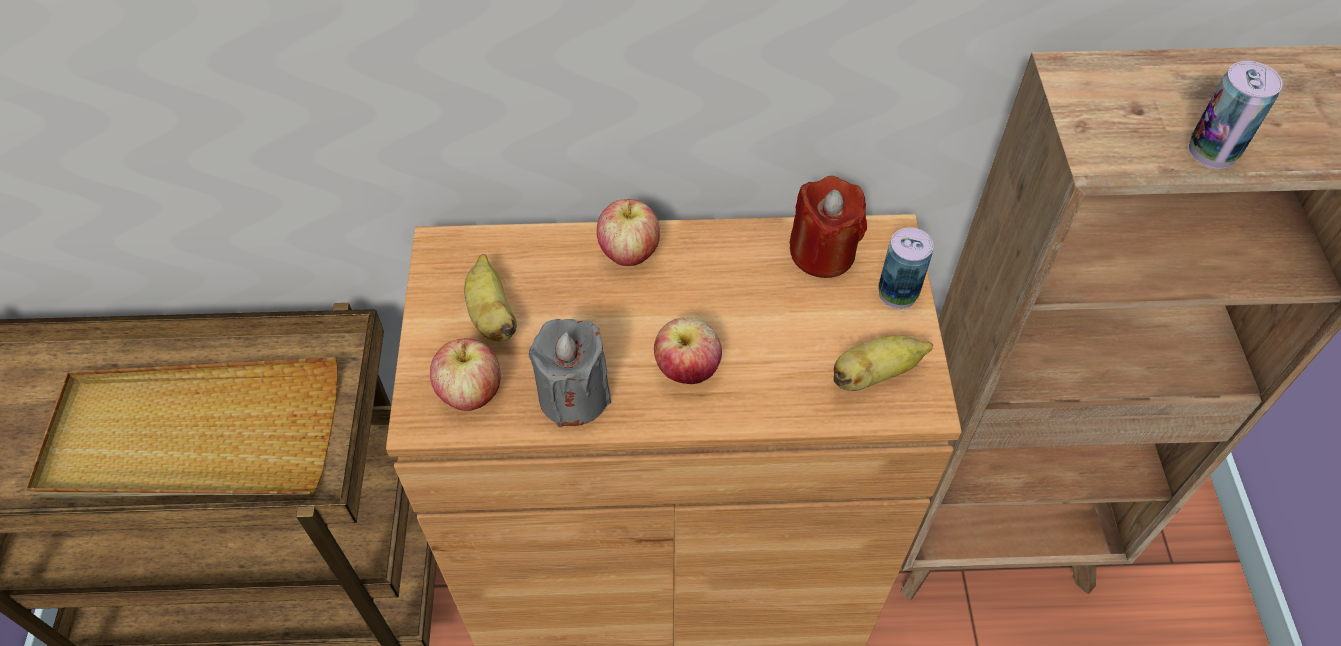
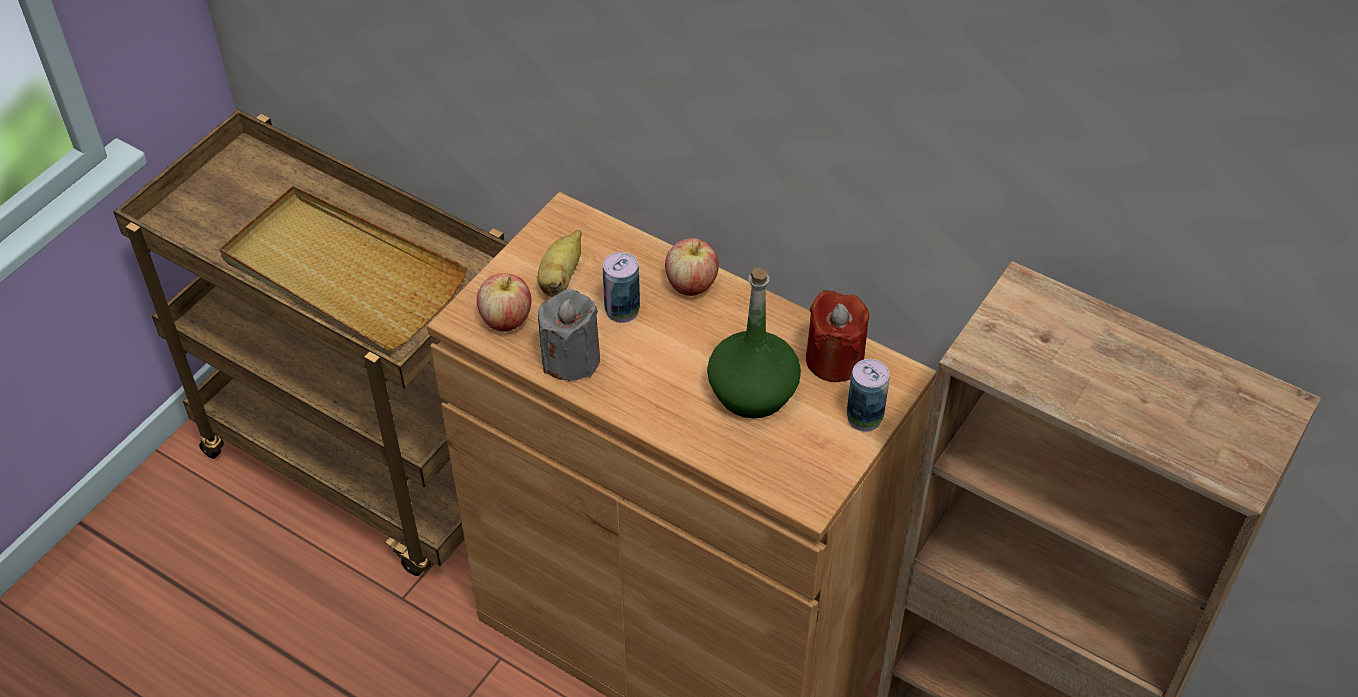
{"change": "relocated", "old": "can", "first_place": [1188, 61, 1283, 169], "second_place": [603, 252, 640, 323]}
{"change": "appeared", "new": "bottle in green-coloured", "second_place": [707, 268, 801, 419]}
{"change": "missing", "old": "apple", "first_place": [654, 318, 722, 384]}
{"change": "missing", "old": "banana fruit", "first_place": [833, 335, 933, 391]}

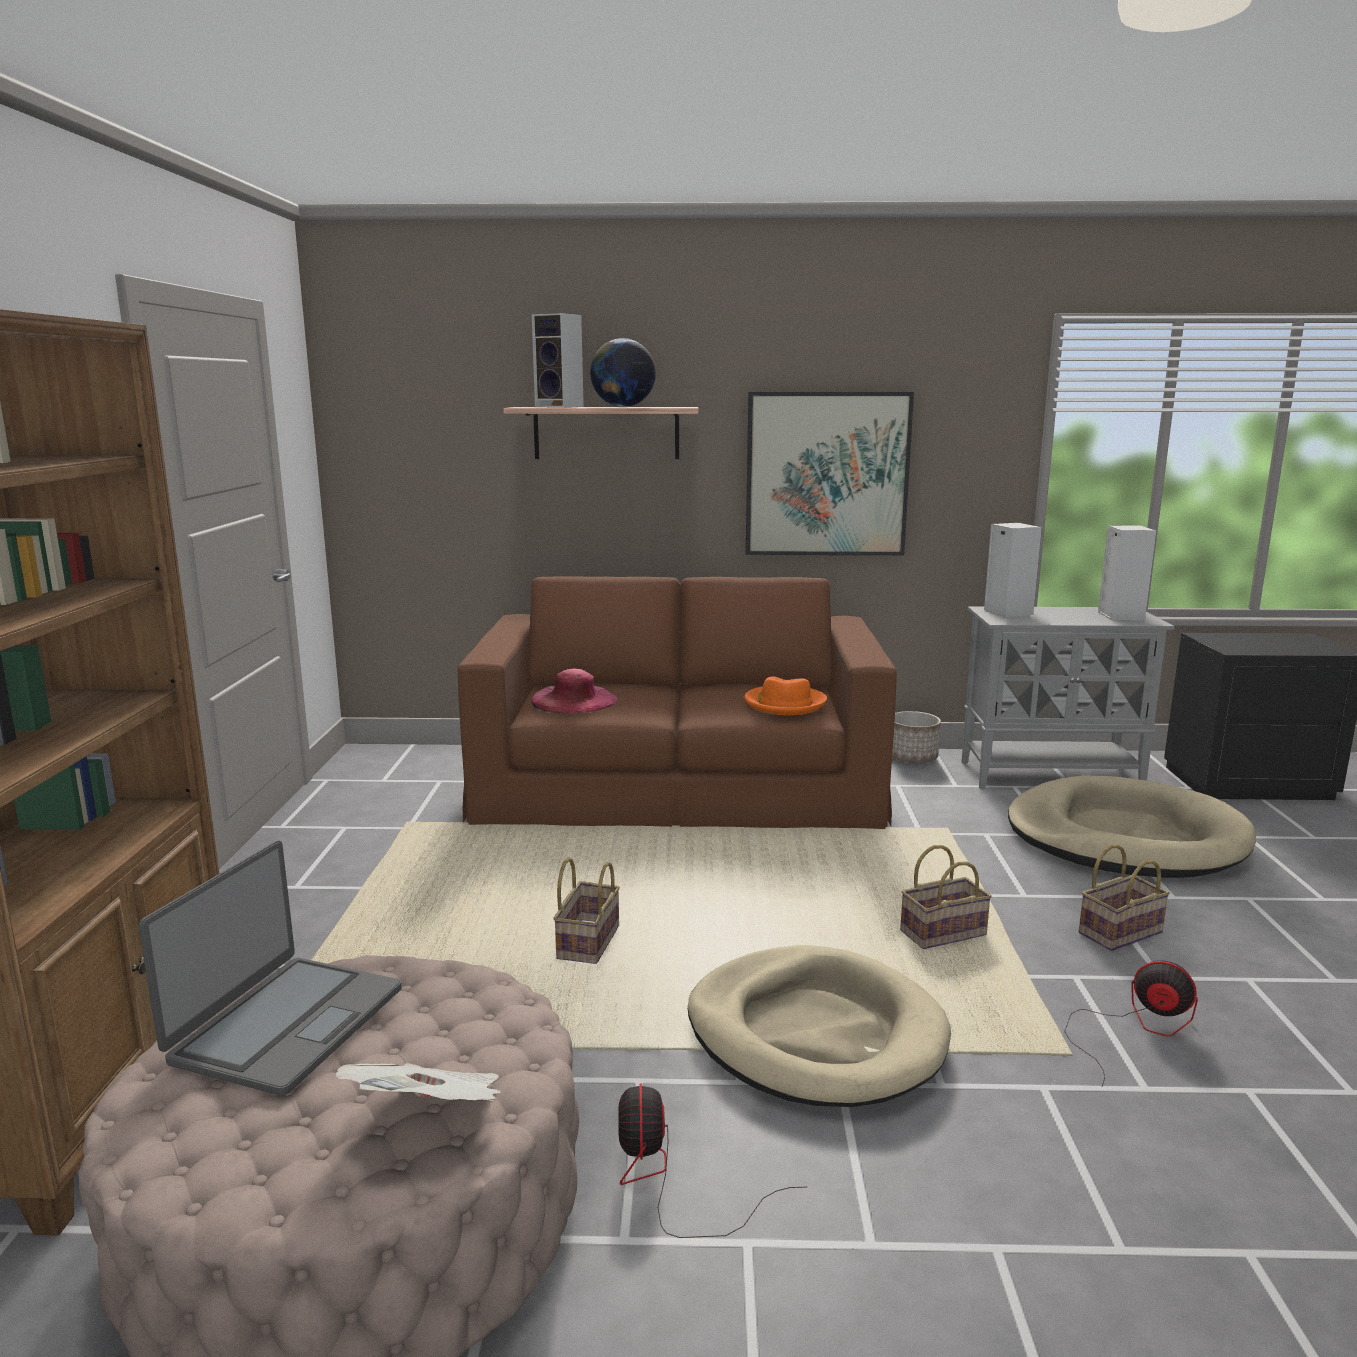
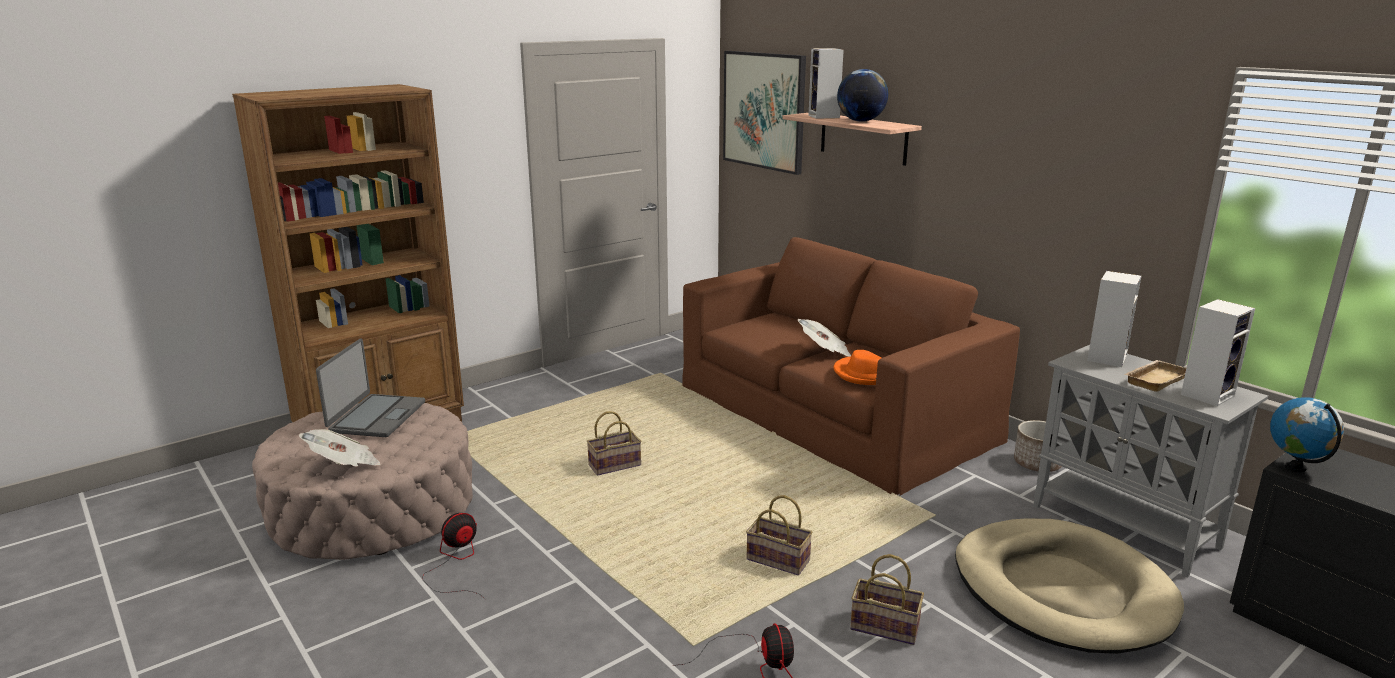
{"change": "spun", "old": "portable computer", "first_place": [139, 841, 402, 1096], "second_place": [316, 338, 425, 437], "degrees": -60}
{"change": "relocated", "old": "wall art", "first_place": [746, 392, 914, 555], "second_place": [723, 51, 806, 175]}
{"change": "appeared", "new": "newspaper", "second_place": [797, 319, 851, 357]}
{"change": "appeared", "new": "serving tray in beige-coloured", "second_place": [1125, 360, 1186, 392]}
{"change": "appeared", "new": "globe", "second_place": [1270, 397, 1344, 472]}
{"change": "missing", "old": "clothing hat in pinkish", "first_place": [531, 669, 617, 713]}
{"change": "missing", "old": "dog cushion in beige-coloured", "first_place": [688, 945, 951, 1107]}

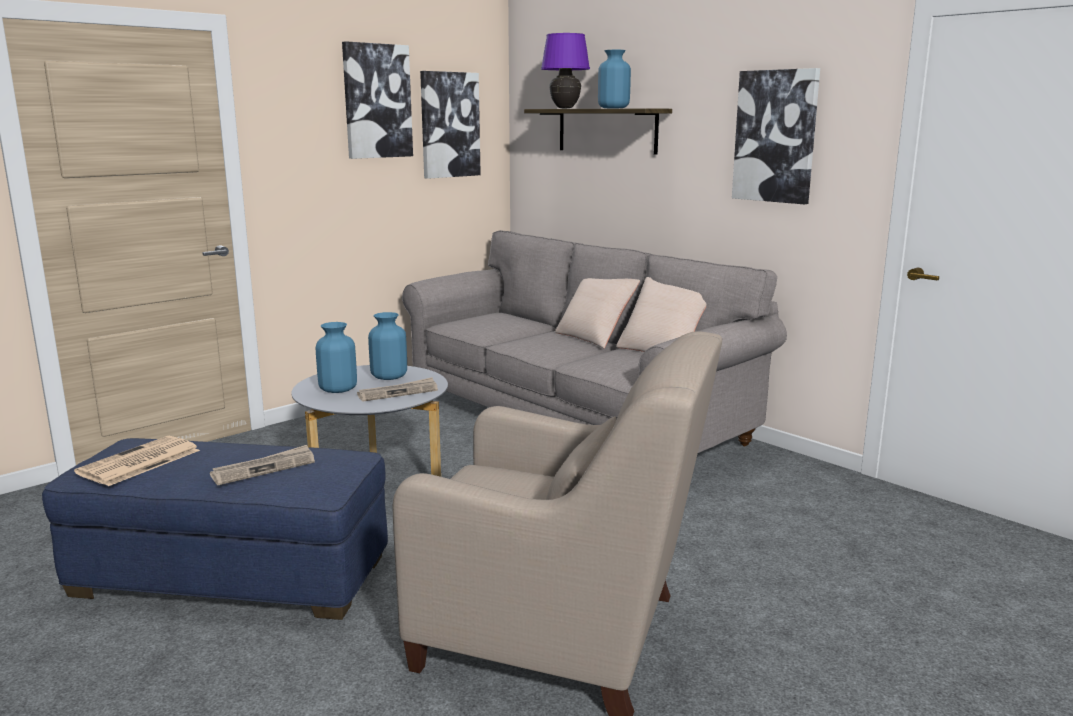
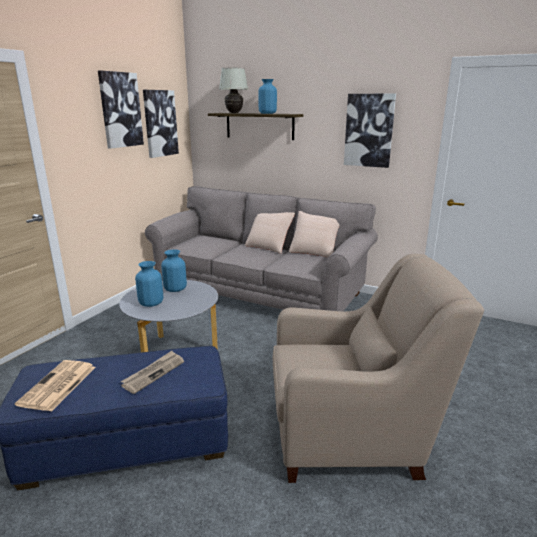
{"change": "colour", "old": "table lamp in purple-coloured", "new": "table lamp in white", "first_place": [541, 33, 590, 109], "second_place": [219, 68, 248, 113]}
{"change": "missing", "old": "newspaper", "first_place": [357, 377, 438, 402]}

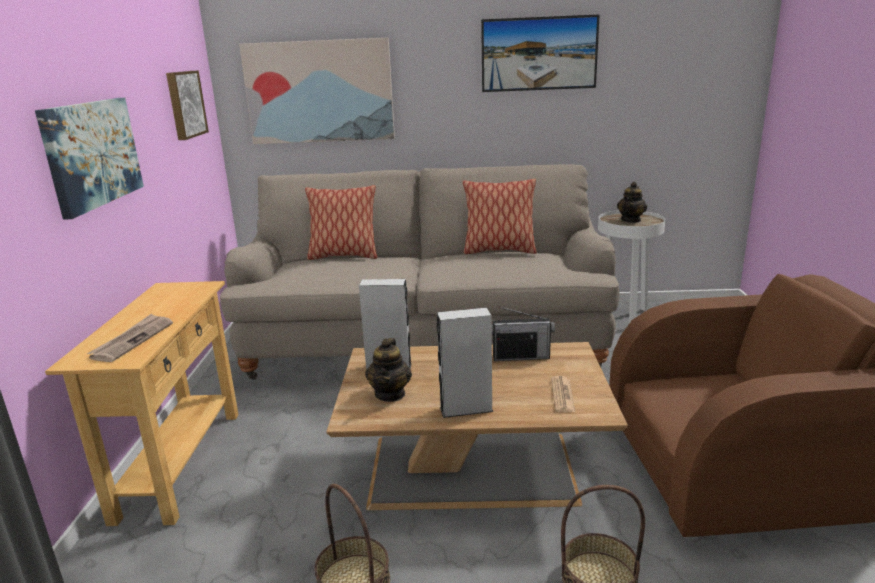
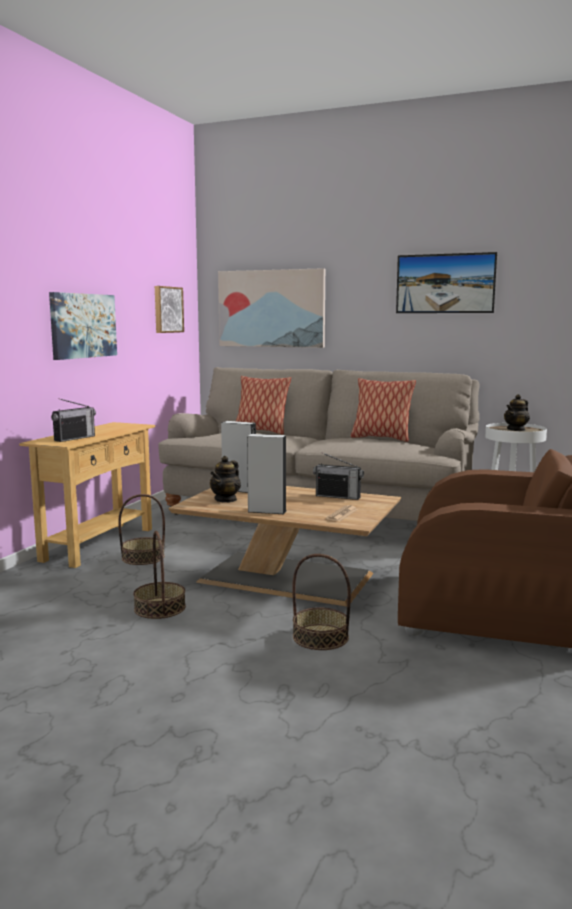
{"change": "exchanged", "old": "newspaper", "new": "radio set", "first_place": [87, 314, 173, 362], "second_place": [51, 398, 96, 442]}
{"change": "appeared", "new": "household basket", "second_place": [118, 494, 165, 565]}

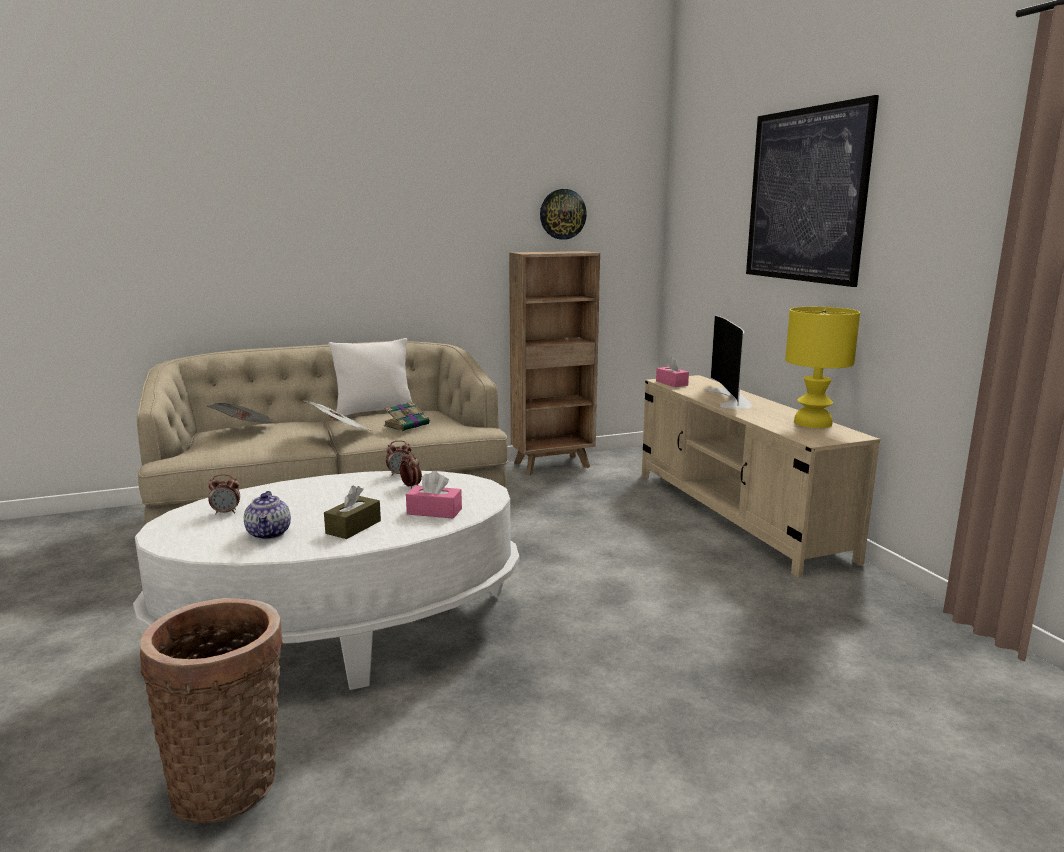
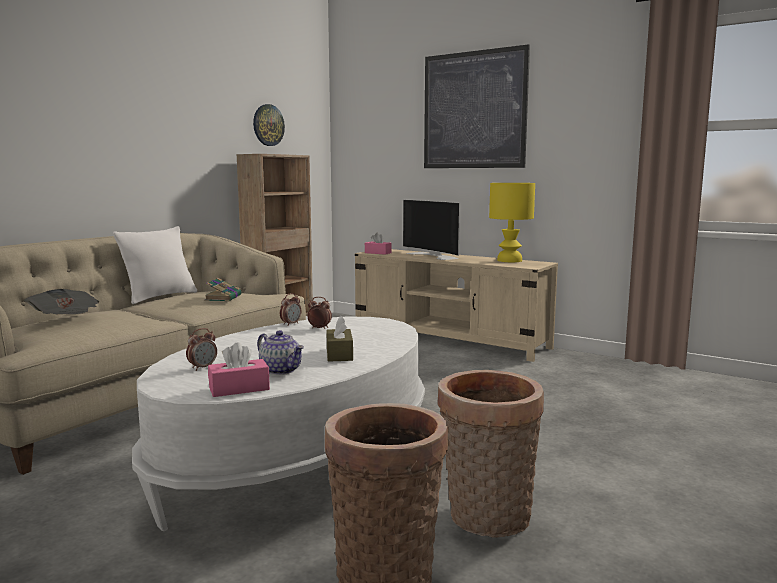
{"change": "relocated", "old": "tissue box in pinkish", "first_place": [406, 471, 462, 519], "second_place": [208, 342, 270, 397]}
{"change": "appeared", "new": "household basket", "second_place": [437, 370, 544, 538]}
{"change": "missing", "old": "newspaper", "first_place": [305, 401, 371, 430]}

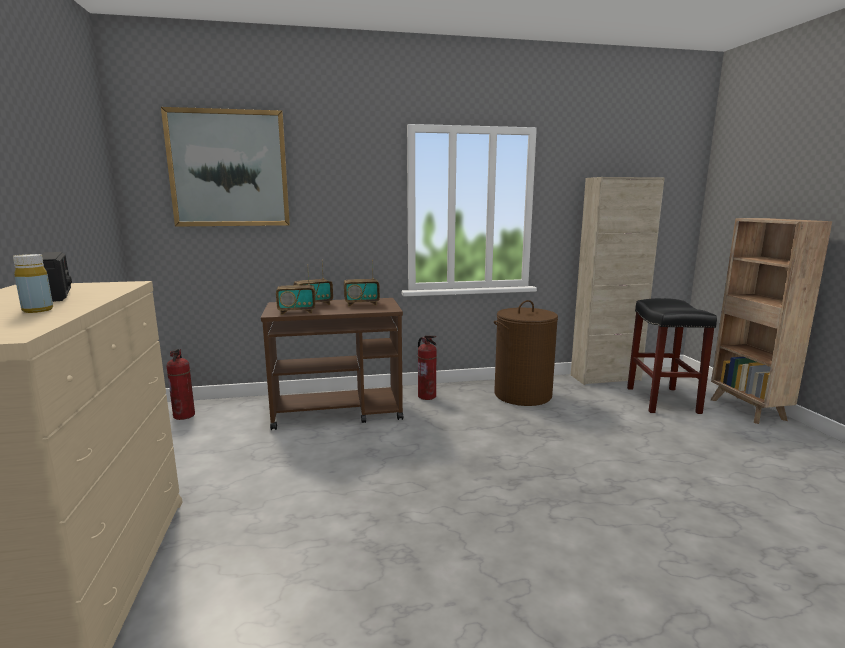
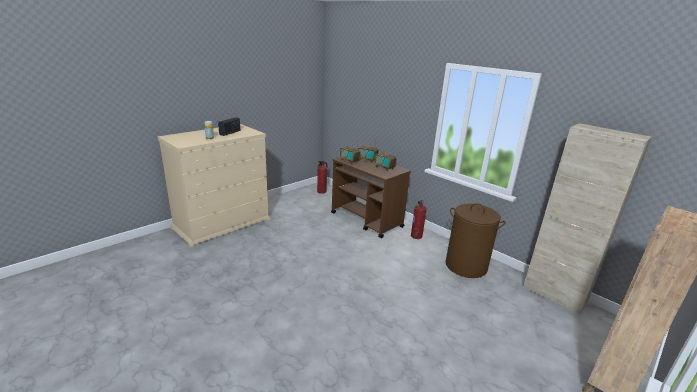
{"change": "missing", "old": "wall art", "first_place": [161, 107, 290, 227]}
{"change": "missing", "old": "stool seat in black-coloured", "first_place": [627, 298, 717, 414]}

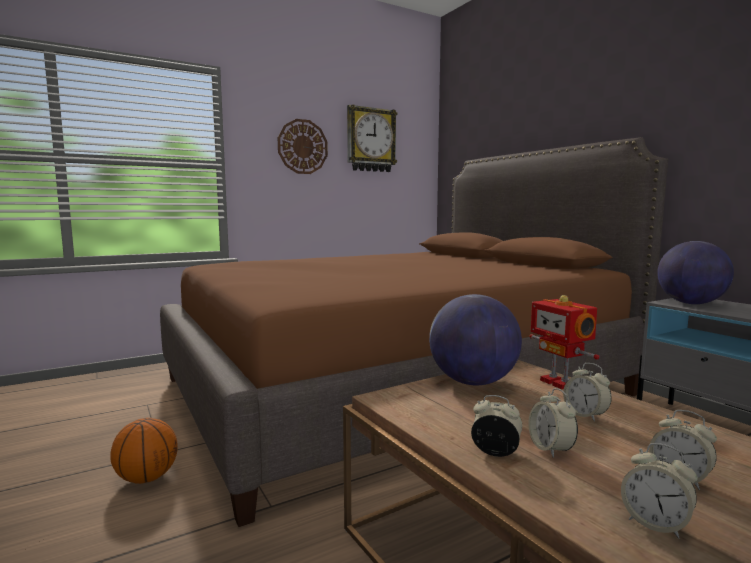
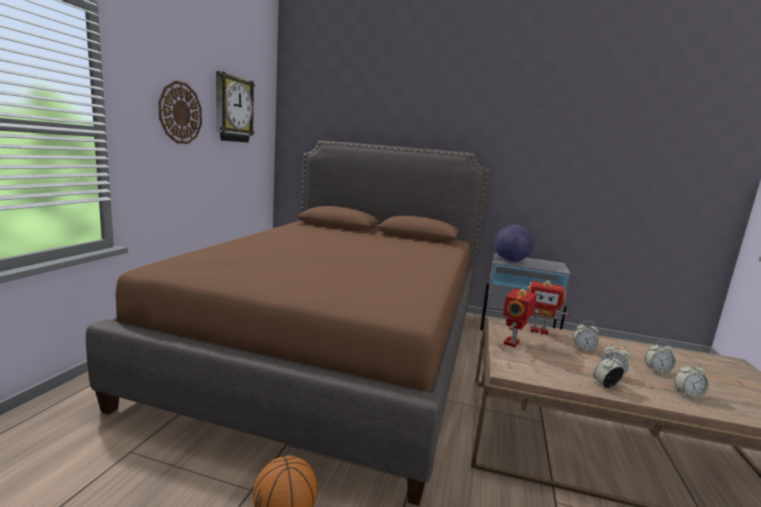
{"change": "exchanged", "old": "globe", "new": "robot figure", "first_place": [429, 294, 522, 385], "second_place": [503, 289, 537, 347]}

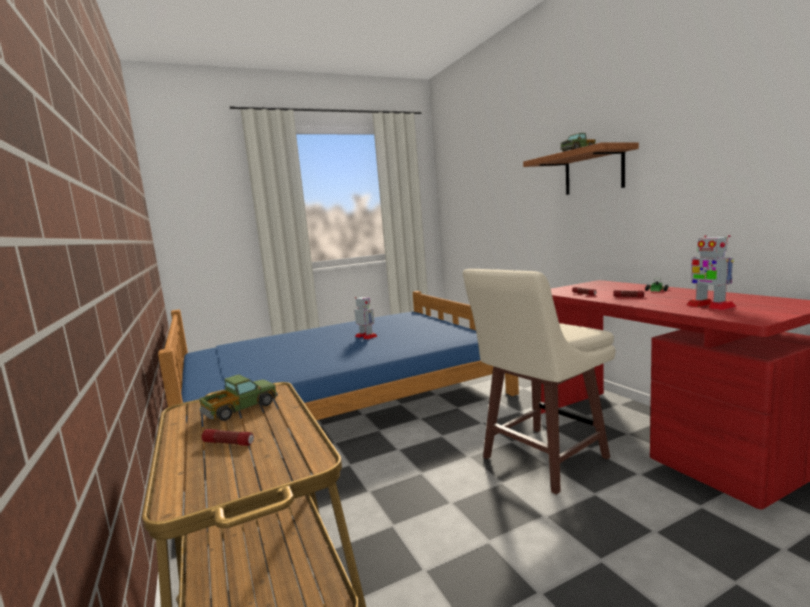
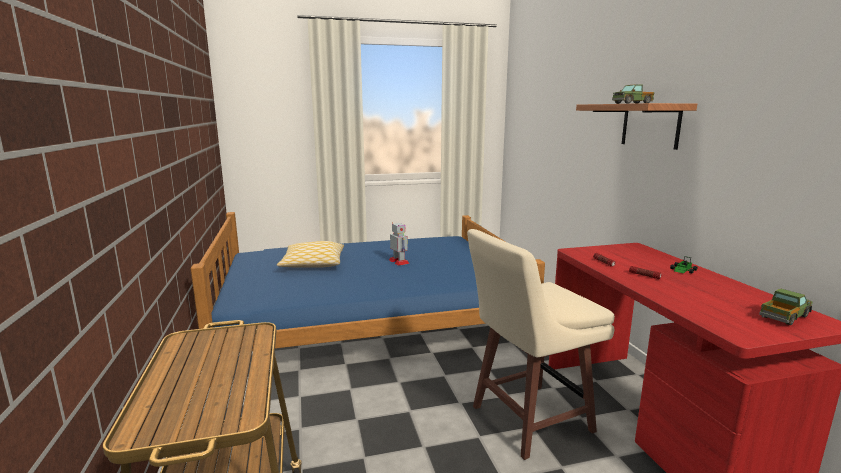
{"change": "appeared", "new": "cushion", "second_place": [277, 241, 344, 268]}
{"change": "relocated", "old": "model truck", "first_place": [199, 375, 278, 421], "second_place": [759, 289, 813, 325]}
{"change": "missing", "old": "flashlight", "first_place": [202, 429, 254, 446]}
{"change": "missing", "old": "robot figure", "first_place": [686, 235, 737, 310]}

